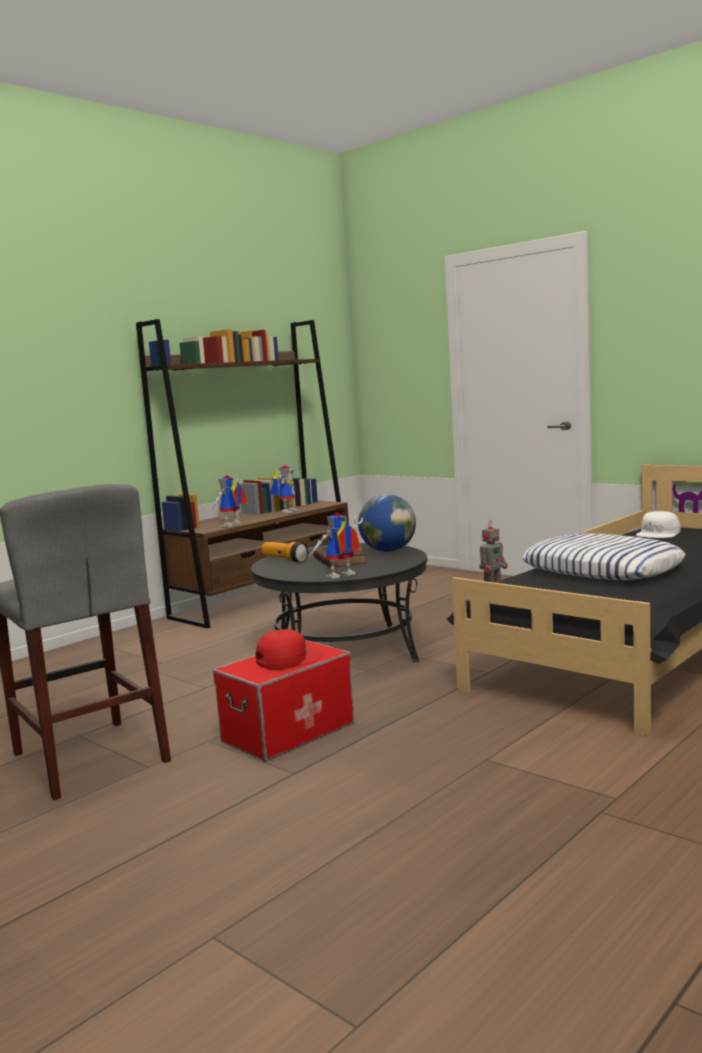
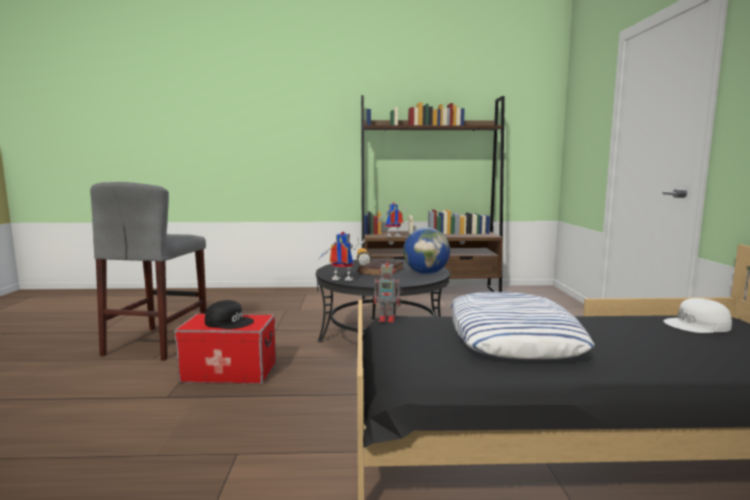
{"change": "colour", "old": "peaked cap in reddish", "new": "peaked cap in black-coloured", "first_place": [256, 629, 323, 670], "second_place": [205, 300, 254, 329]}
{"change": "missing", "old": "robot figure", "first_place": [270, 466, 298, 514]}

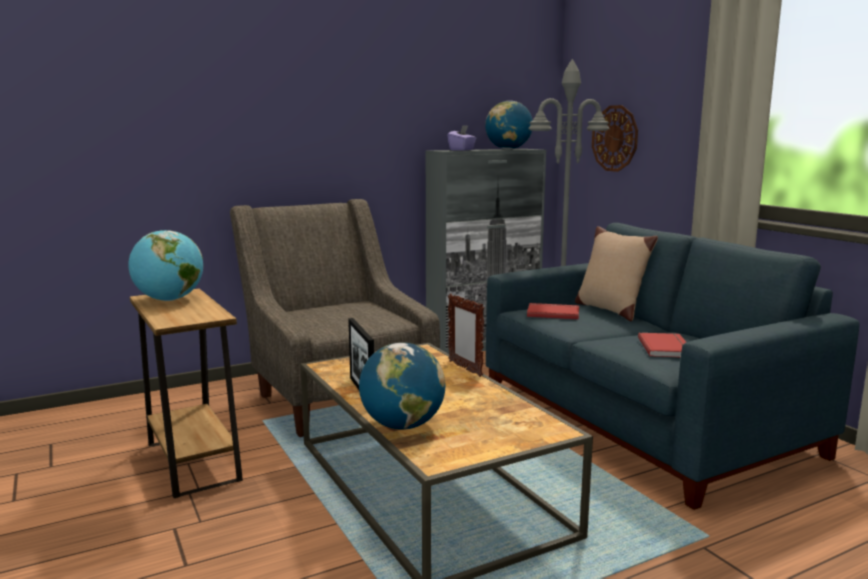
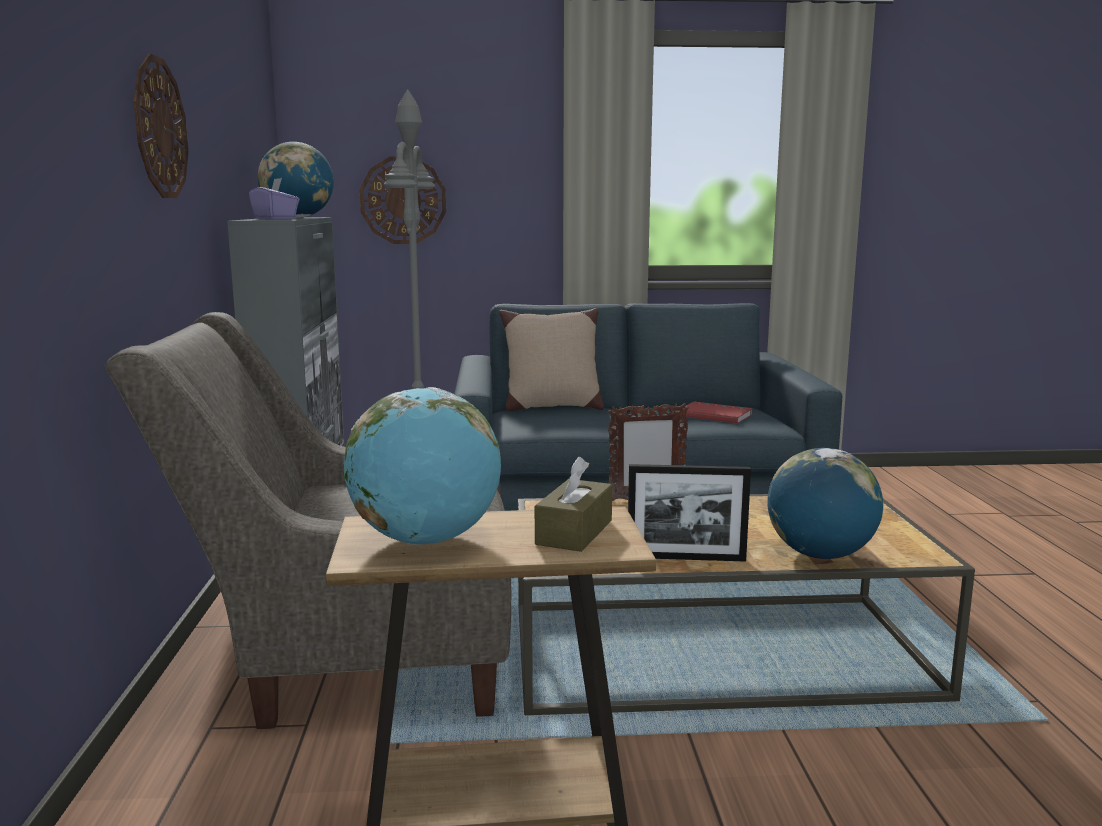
{"change": "appeared", "new": "hanging clock", "second_place": [134, 54, 189, 198]}
{"change": "appeared", "new": "tissue box in brownish", "second_place": [535, 457, 612, 552]}
{"change": "missing", "old": "book in reddish", "first_place": [527, 303, 579, 320]}

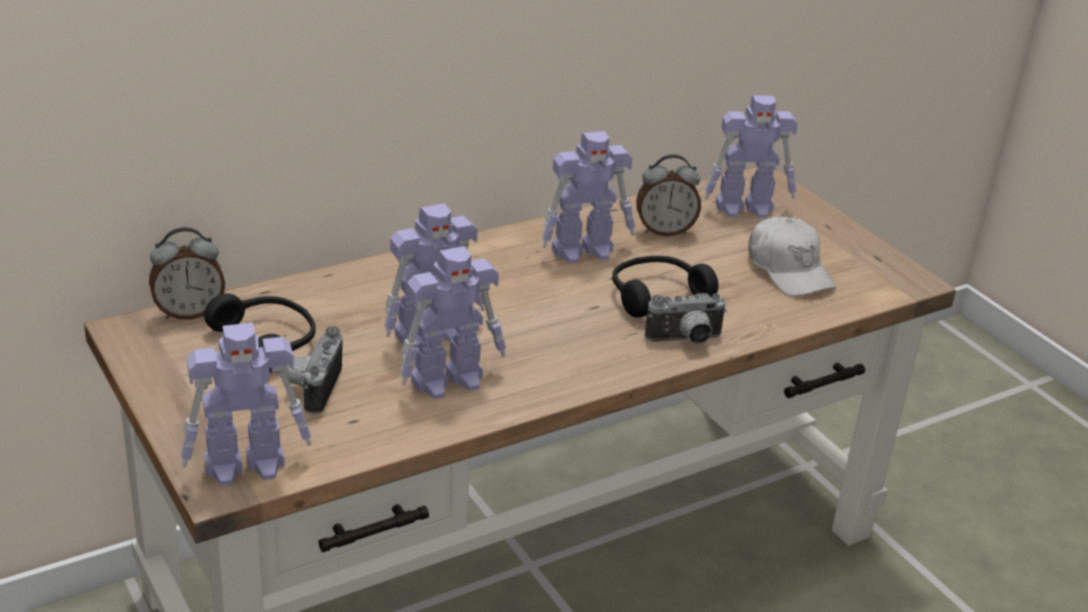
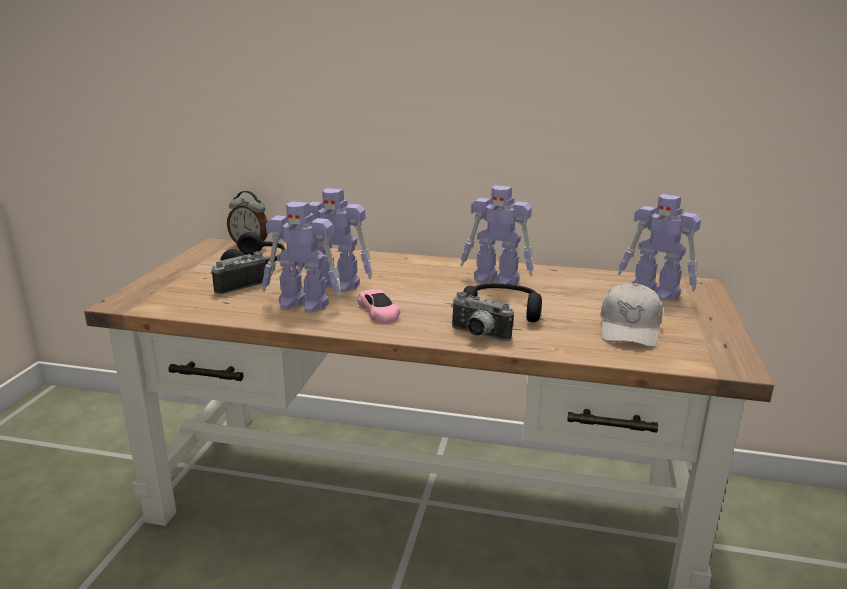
{"change": "appeared", "new": "toy car in pinkish", "second_place": [357, 289, 400, 323]}
{"change": "missing", "old": "robot figure", "first_place": [181, 323, 312, 486]}
{"change": "missing", "old": "table clock", "first_place": [636, 154, 701, 236]}

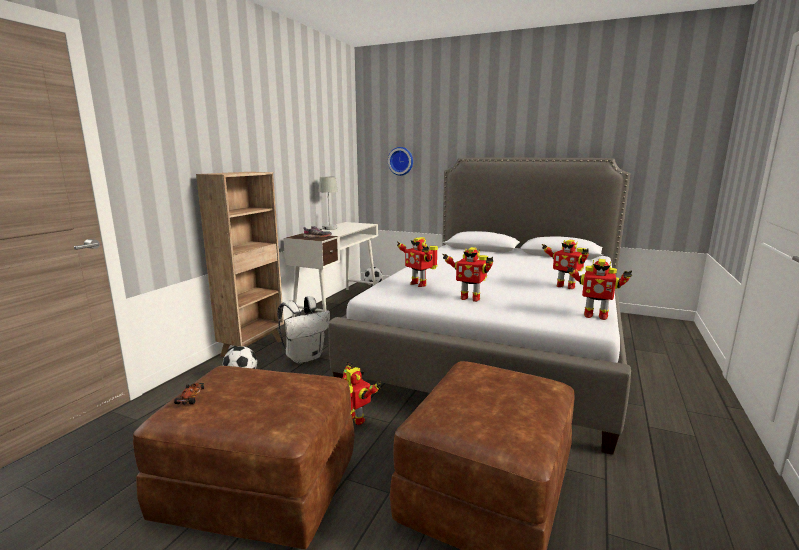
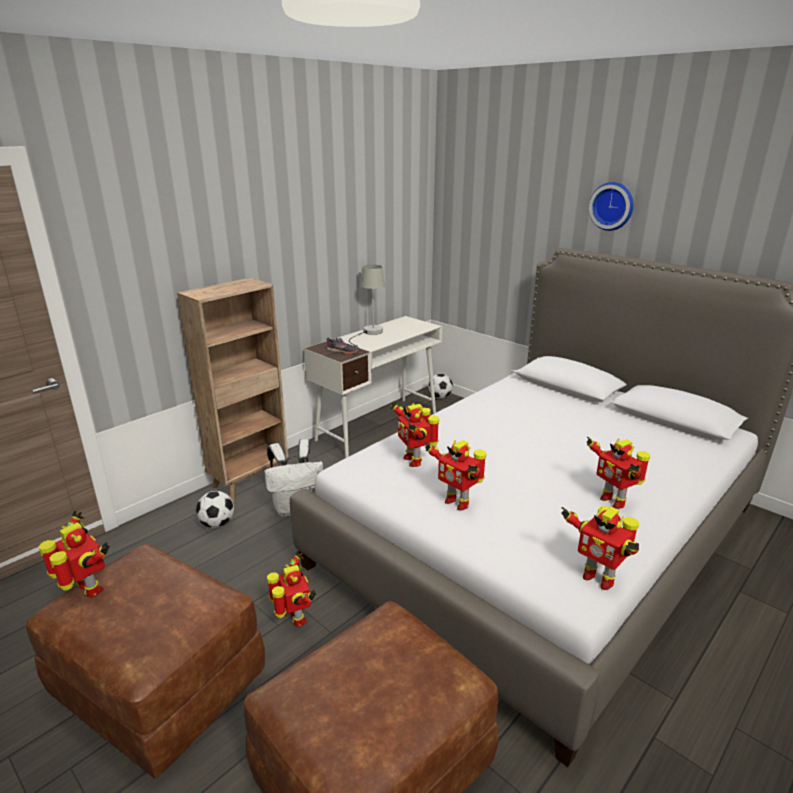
{"change": "exchanged", "old": "toy car", "new": "robot figure", "first_place": [174, 383, 204, 405], "second_place": [39, 510, 110, 598]}
{"change": "relocated", "old": "hanging clock", "first_place": [388, 147, 413, 176], "second_place": [589, 182, 634, 231]}

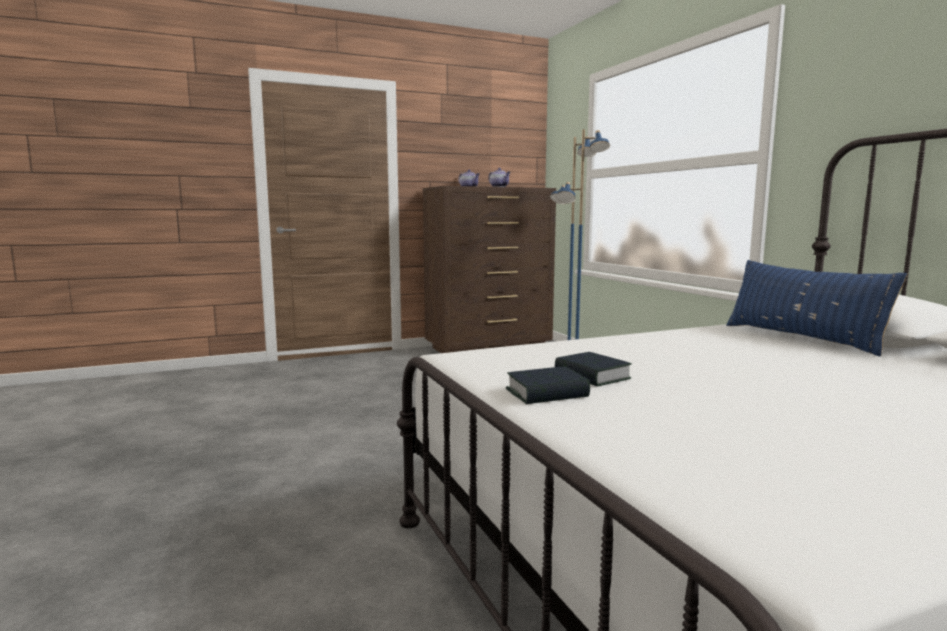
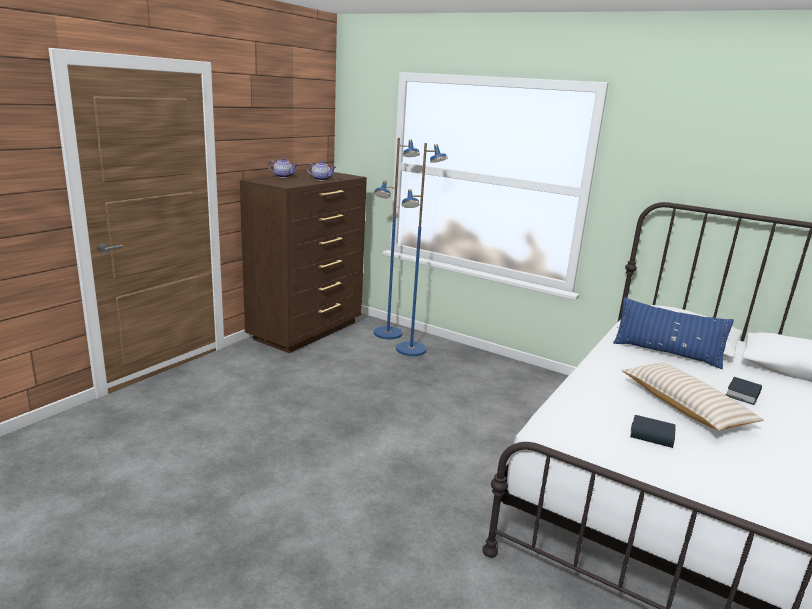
{"change": "appeared", "new": "cushion in beige-coloured", "second_place": [621, 363, 763, 431]}
{"change": "relocated", "old": "book", "first_place": [506, 366, 590, 404], "second_place": [726, 377, 762, 405]}

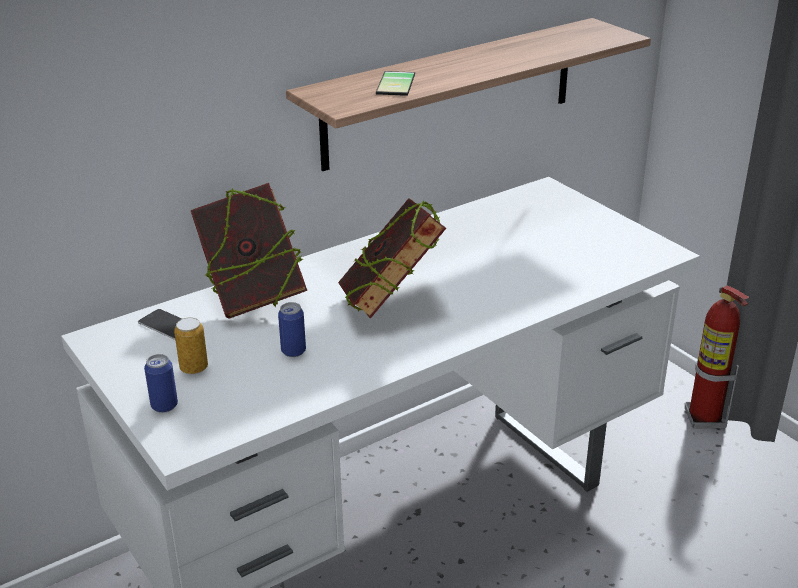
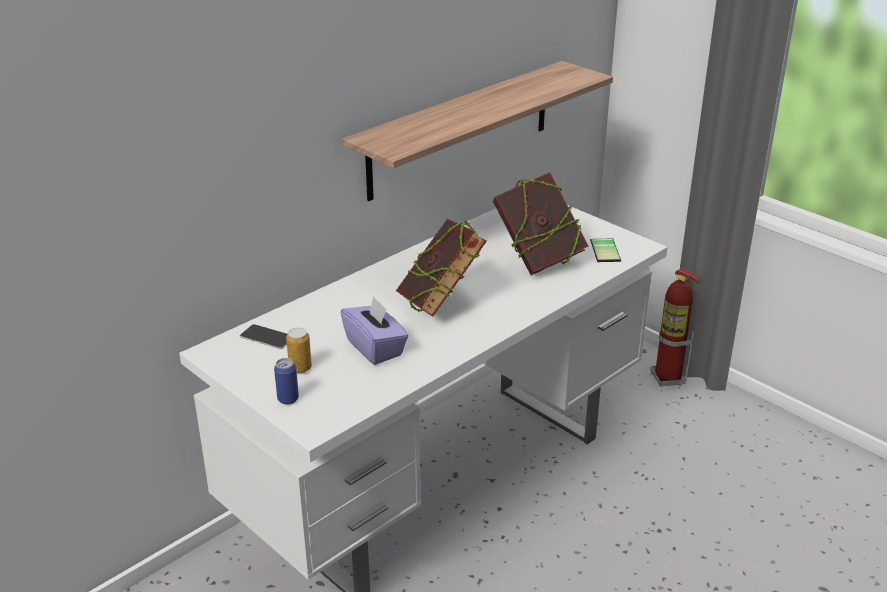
{"change": "exchanged", "old": "can", "new": "tissue box in purple-coloured", "first_place": [278, 302, 306, 357], "second_place": [341, 297, 409, 365]}
{"change": "relocated", "old": "book", "first_place": [191, 183, 307, 319], "second_place": [493, 172, 588, 275]}
{"change": "relocated", "old": "handset", "first_place": [376, 71, 415, 96], "second_place": [590, 239, 624, 262]}

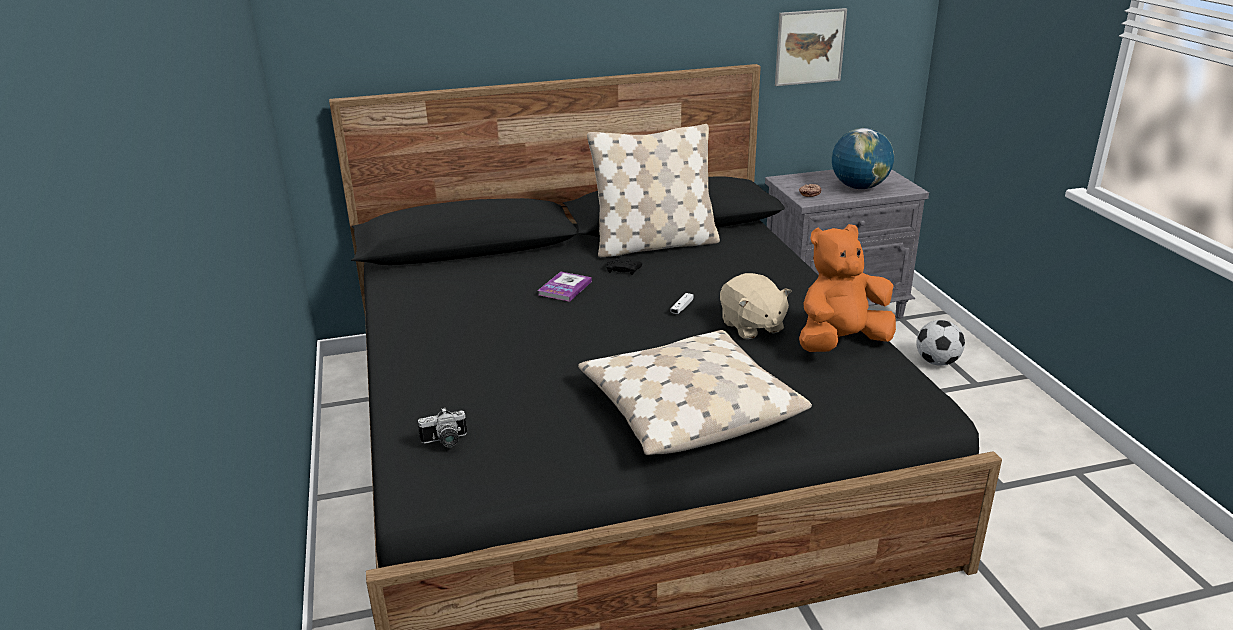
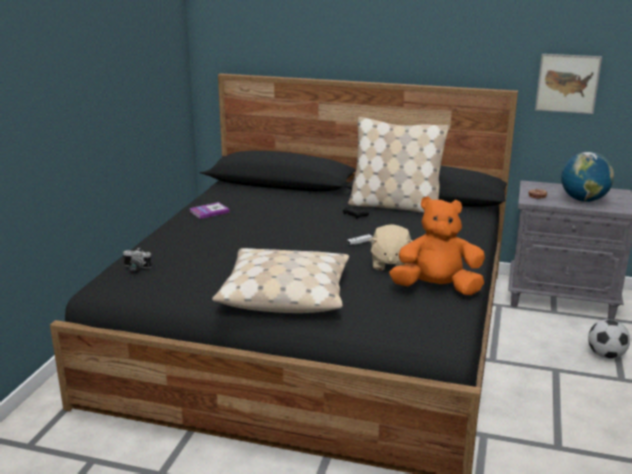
{"change": "relocated", "old": "book", "first_place": [538, 272, 592, 302], "second_place": [189, 202, 230, 219]}

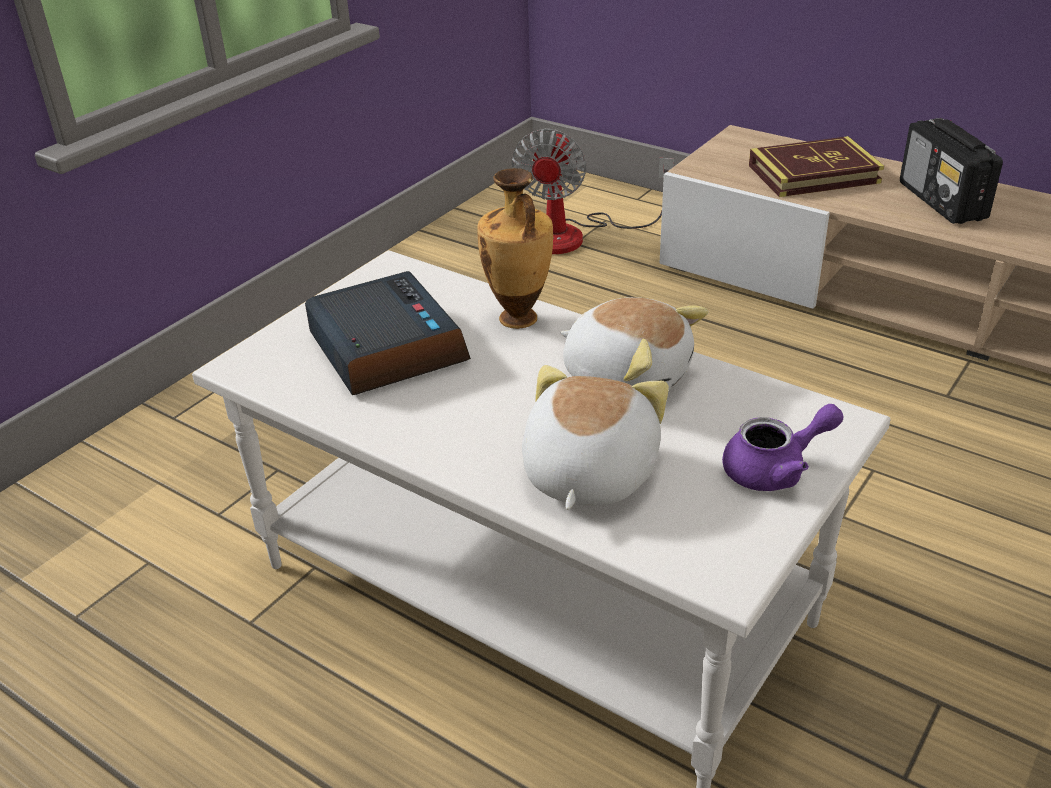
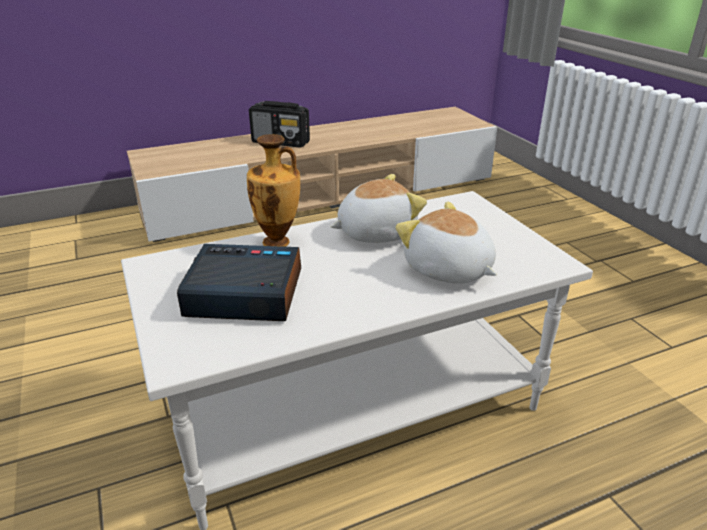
{"change": "missing", "old": "electric fan", "first_place": [512, 129, 674, 254]}
{"change": "missing", "old": "pot for tea in purple-coloured", "first_place": [722, 404, 843, 491]}
{"change": "missing", "old": "book", "first_place": [749, 136, 884, 197]}

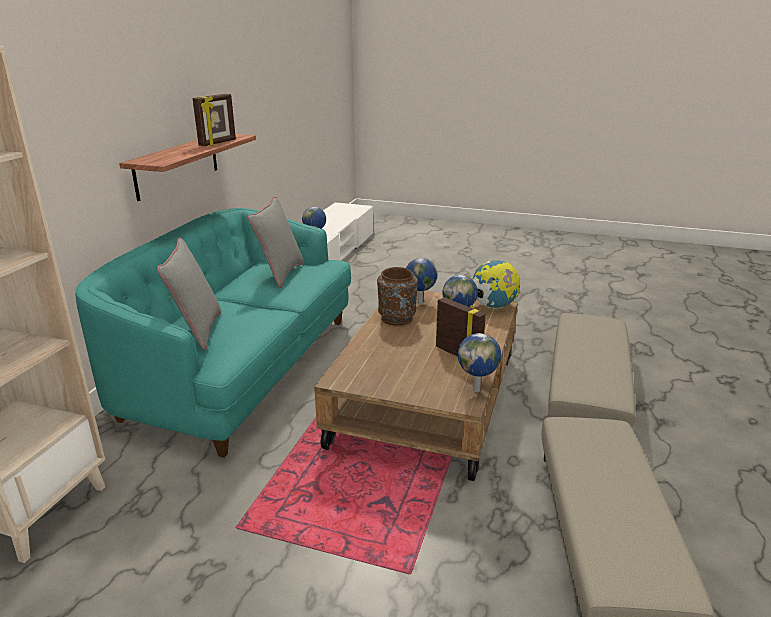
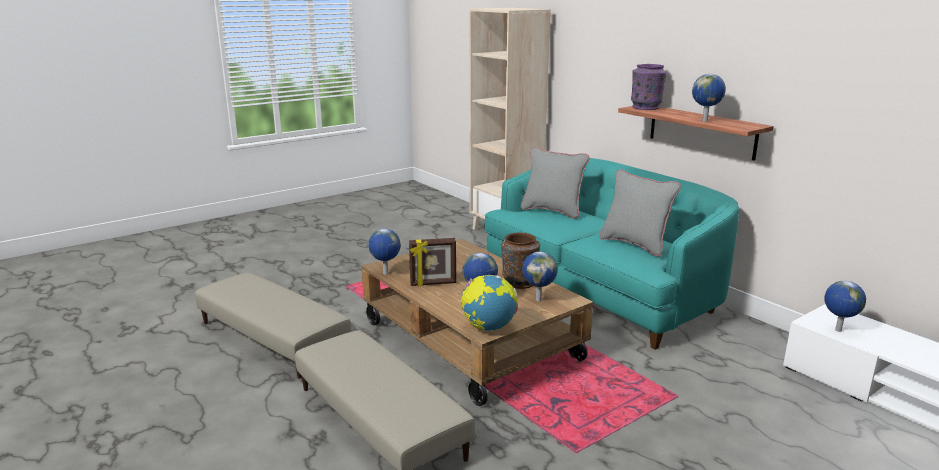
{"change": "appeared", "new": "vase in purple-coloured", "second_place": [631, 64, 667, 110]}
{"change": "exchanged", "old": "standing frame", "new": "globe", "first_place": [193, 94, 236, 146], "second_place": [692, 74, 726, 121]}

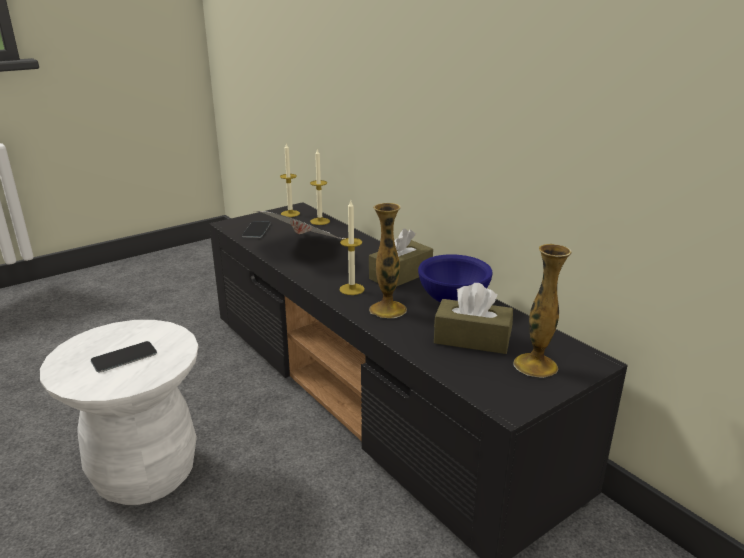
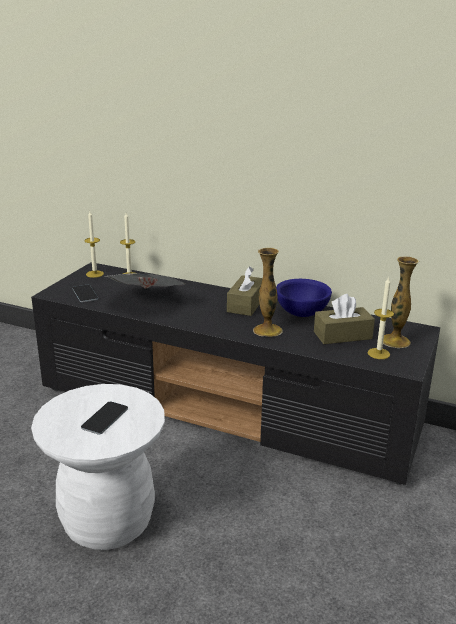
{"change": "relocated", "old": "wax candle", "first_place": [340, 201, 365, 295], "second_place": [368, 277, 394, 359]}

